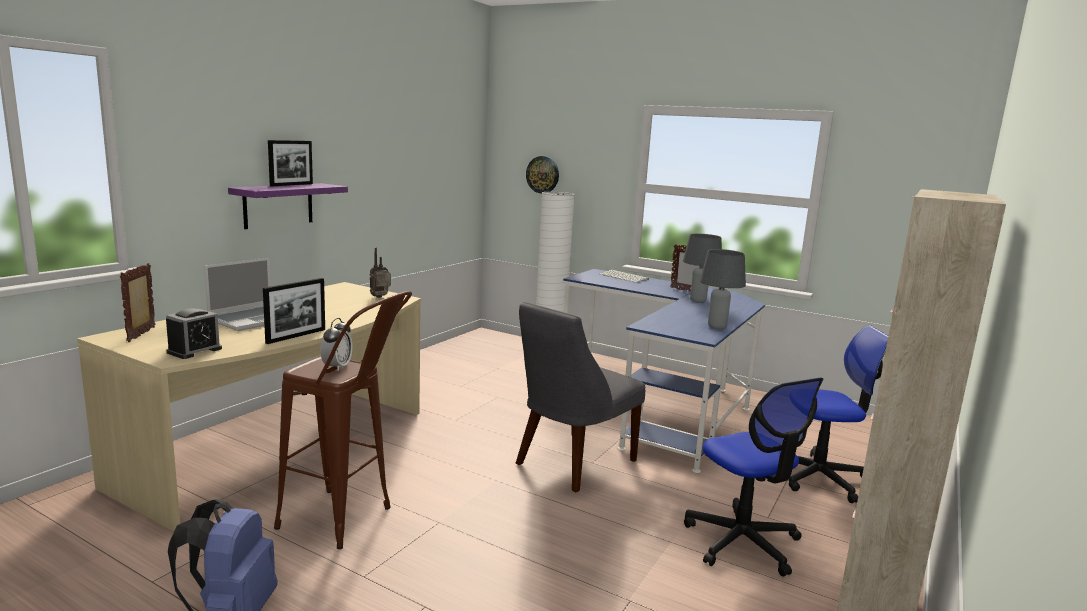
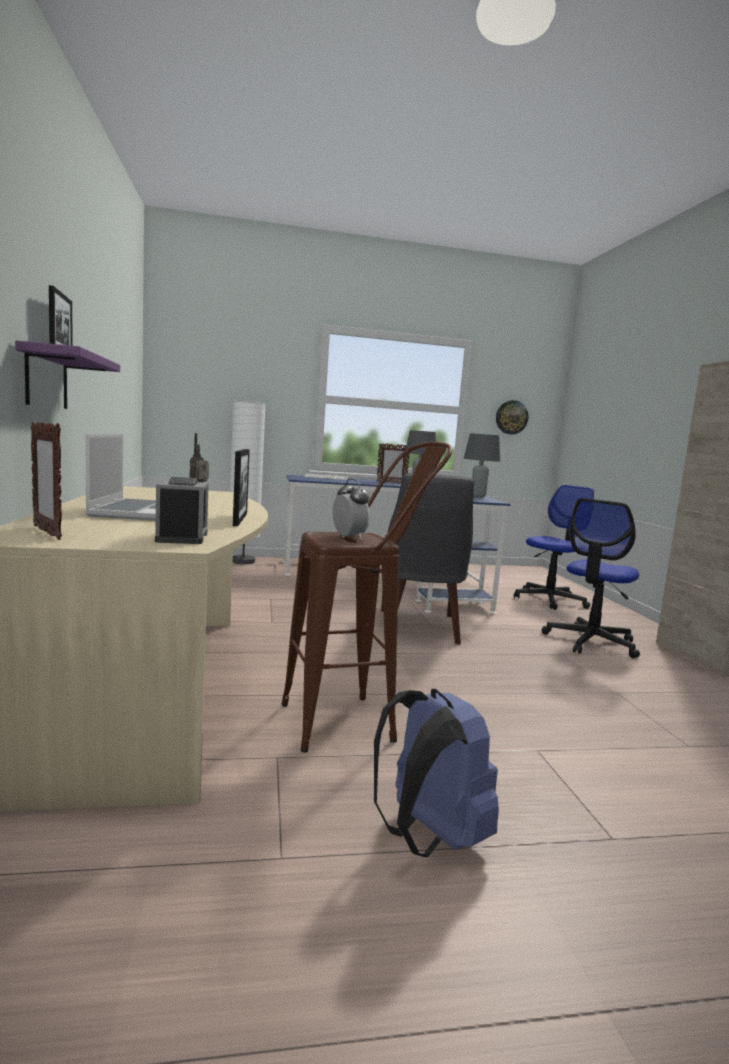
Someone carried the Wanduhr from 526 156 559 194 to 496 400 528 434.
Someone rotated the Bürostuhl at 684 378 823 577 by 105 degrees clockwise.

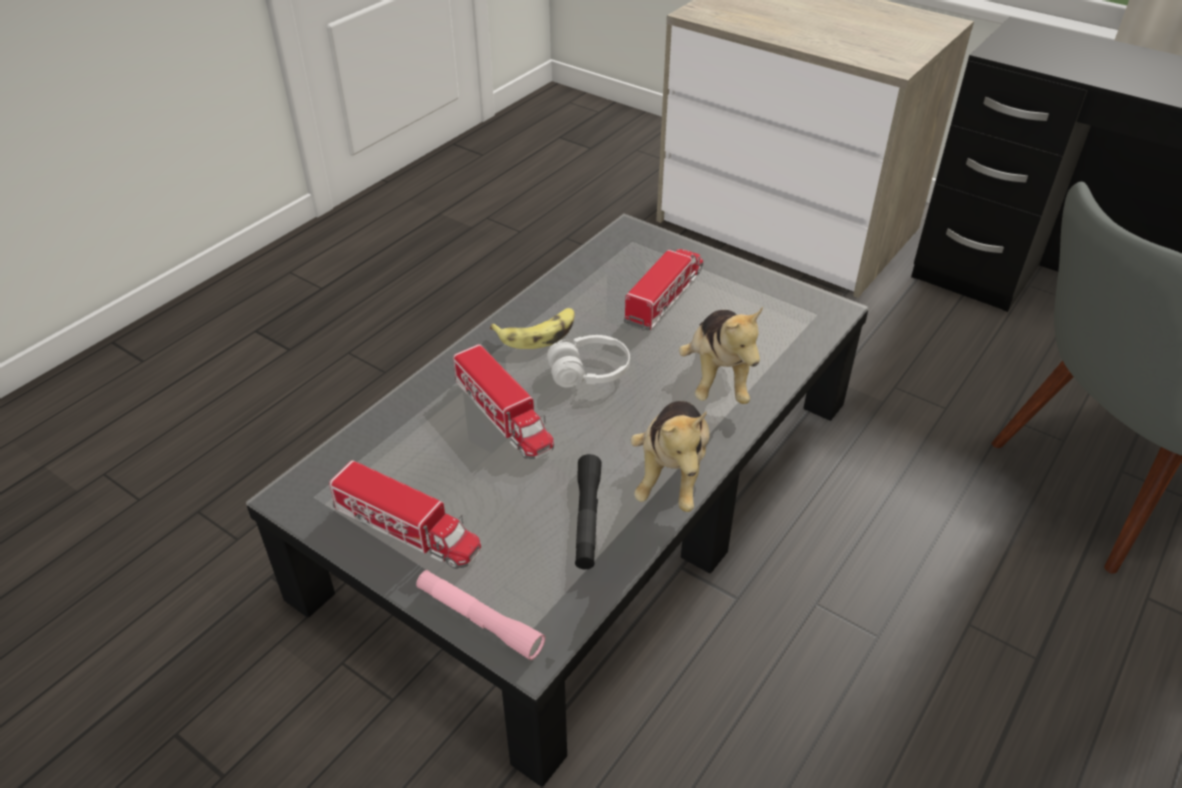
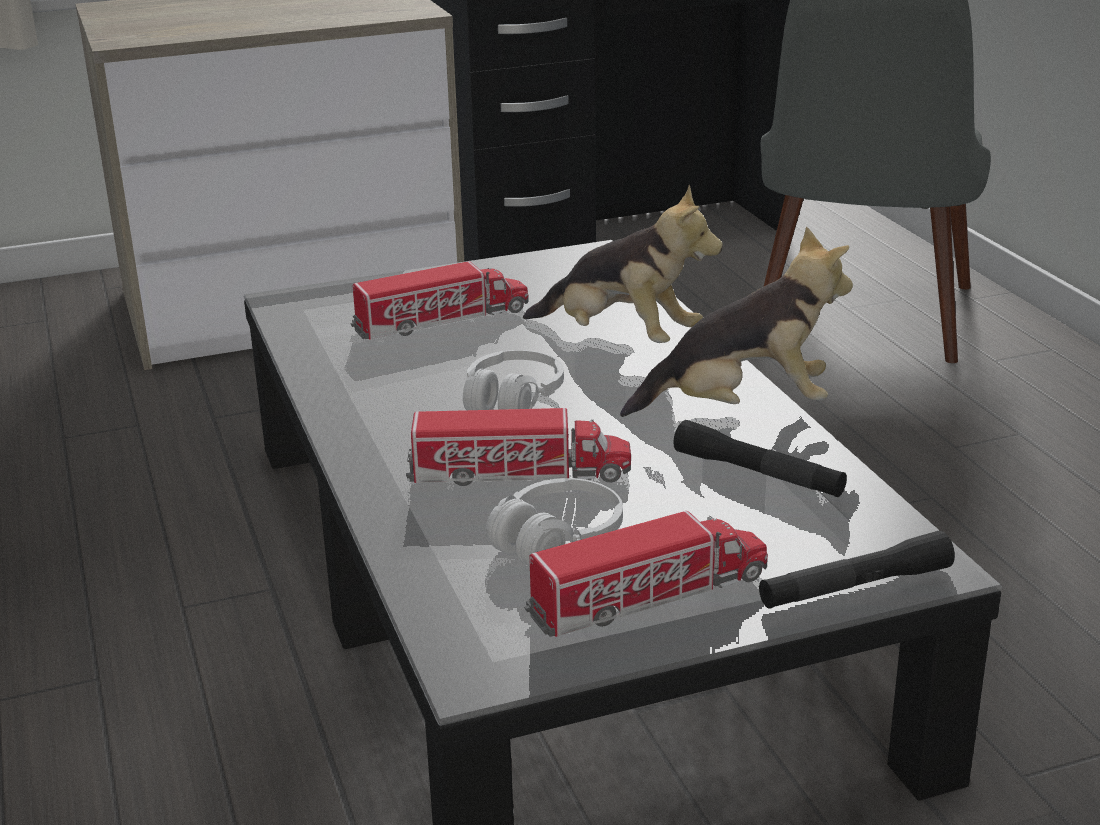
Someone rotated the Spielzeuglaster at 624 249 703 331 by 90 degrees clockwise.
Someone put down the Kopfhörer [weiß] at 486 478 623 567.
Someone rotated the Plüschtier at 631 401 710 512 by 45 degrees counterclockwise.
Someone repainted the Taschenlampe [rosa] at 416 570 545 660, which became the Taschenlampe [schwarz] at 759 531 955 609.
Someone took away the Banane at 490 308 575 349.

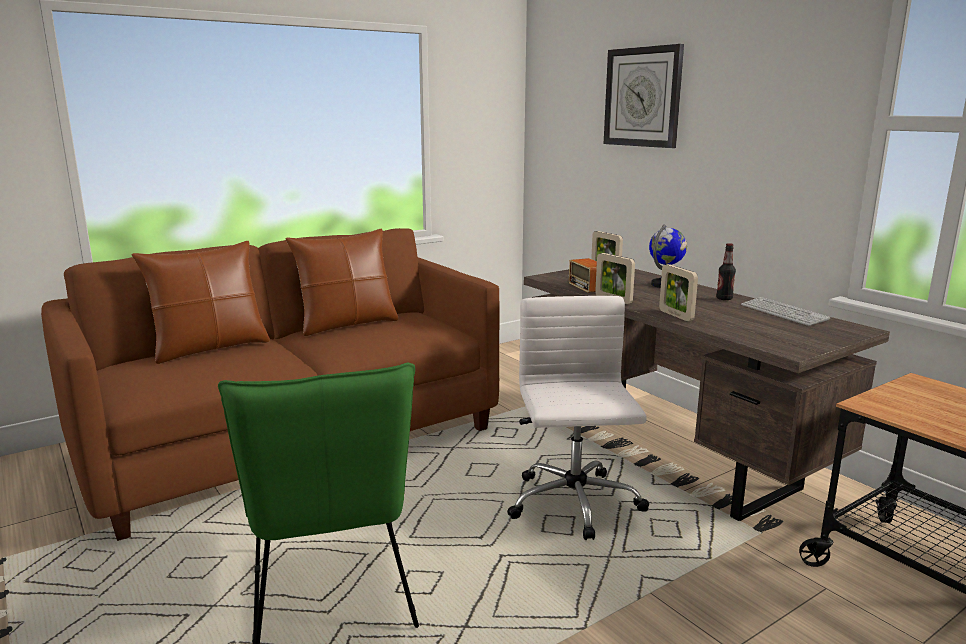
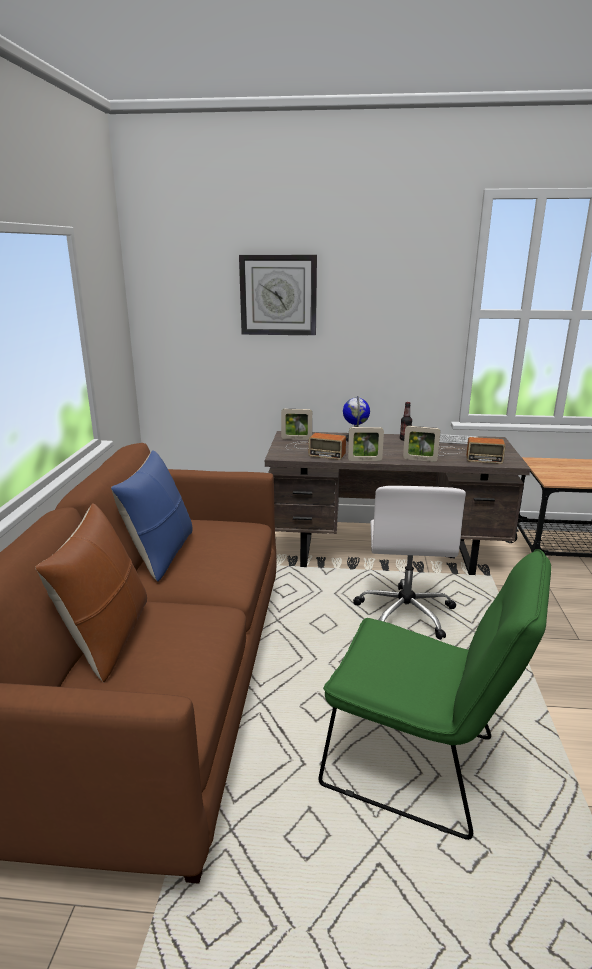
Someone repainted the Kissen [braun] at 285 229 399 336, which became the Kissen [blau] at 111 450 192 582.
Someone rotated the Bürostuhl [weiß] at 507 296 649 540 by 120 degrees counterclockwise.
Someone put down the Radio at 440 437 506 464.

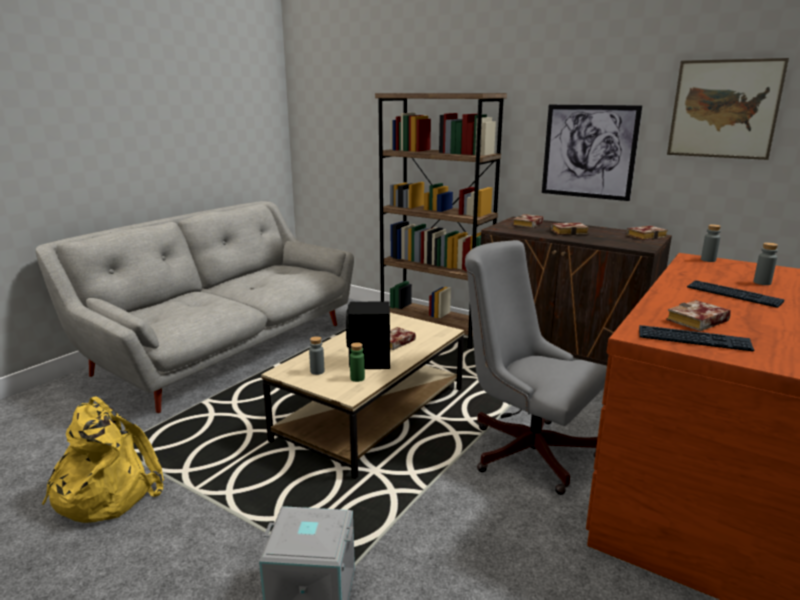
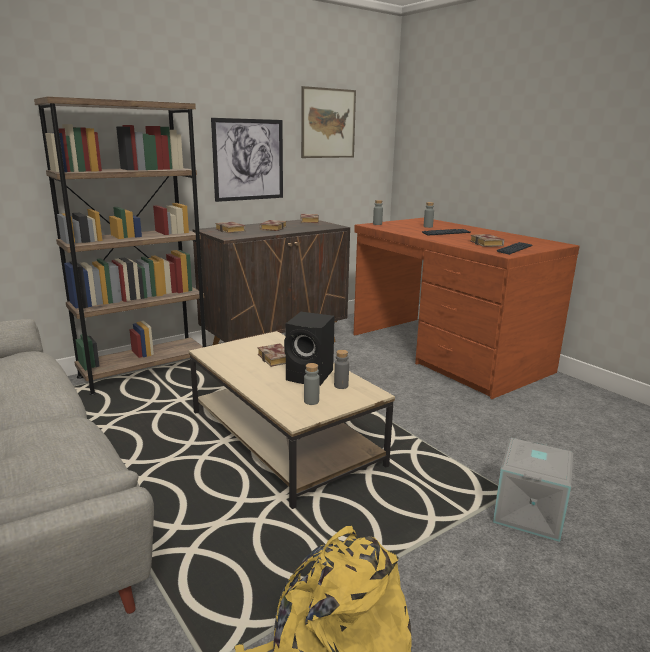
Someone repainted the Flasche [grün] at 350 342 365 382, which became the Flasche [grau] at 334 350 349 389.
Someone took away the Bürostuhl [grau] at 465 240 607 495.

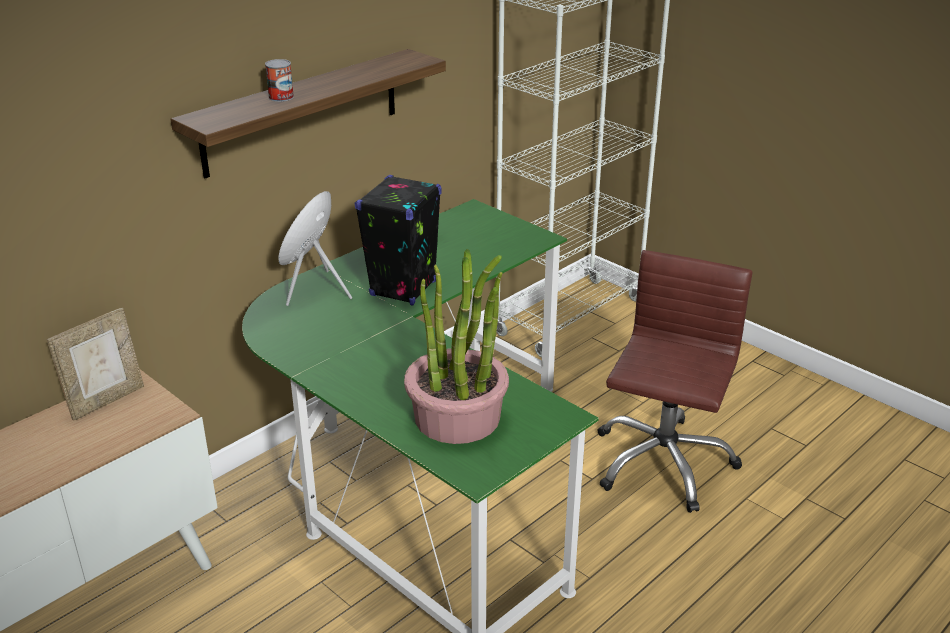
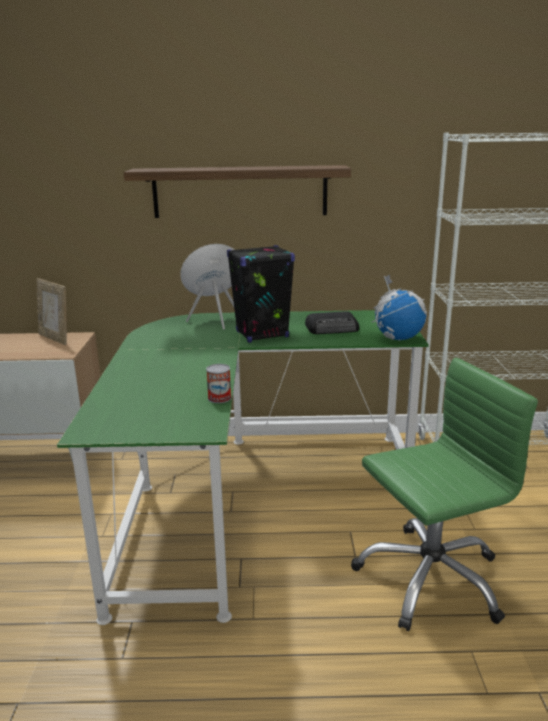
Someone rotated the Bilderrahmen at 47 308 144 421 by 45 degrees clockwise.
Someone carried the Dose from 265 59 294 102 to 206 364 231 403.
Someone put down the Radio at 305 311 359 334.
Someone repainted the Bürostuhl [braun] at 598 250 752 513, which became the Bürostuhl [grün] at 351 357 538 631.
Someone put down the Globus at 372 275 427 341.
Someone took away the Topfpflanze at 404 249 509 444.

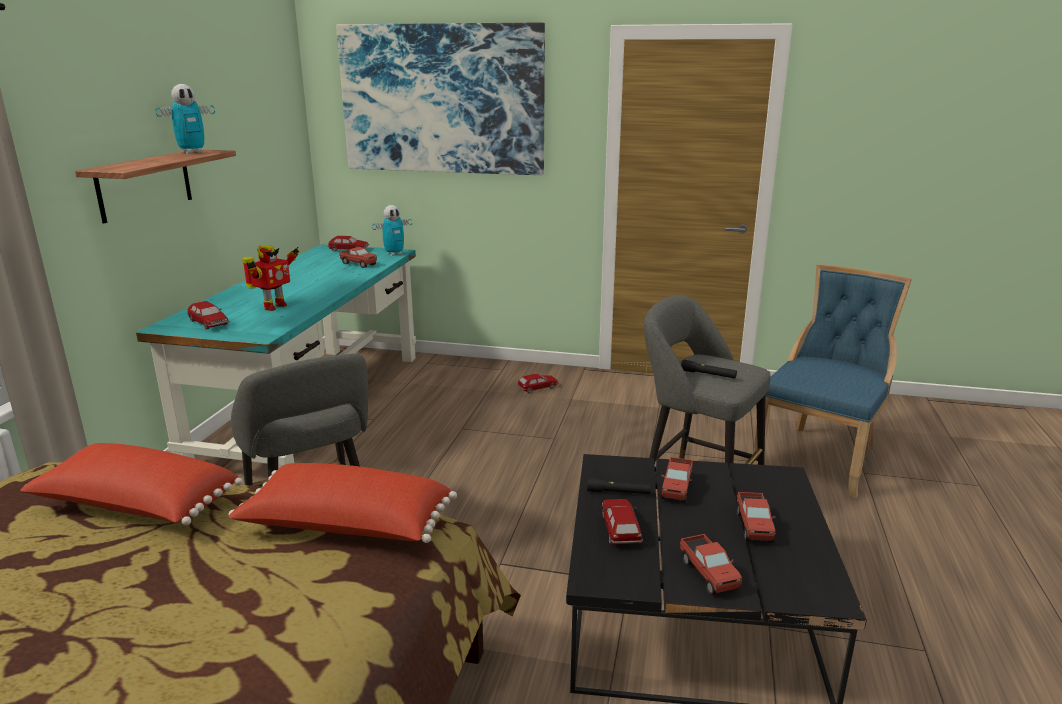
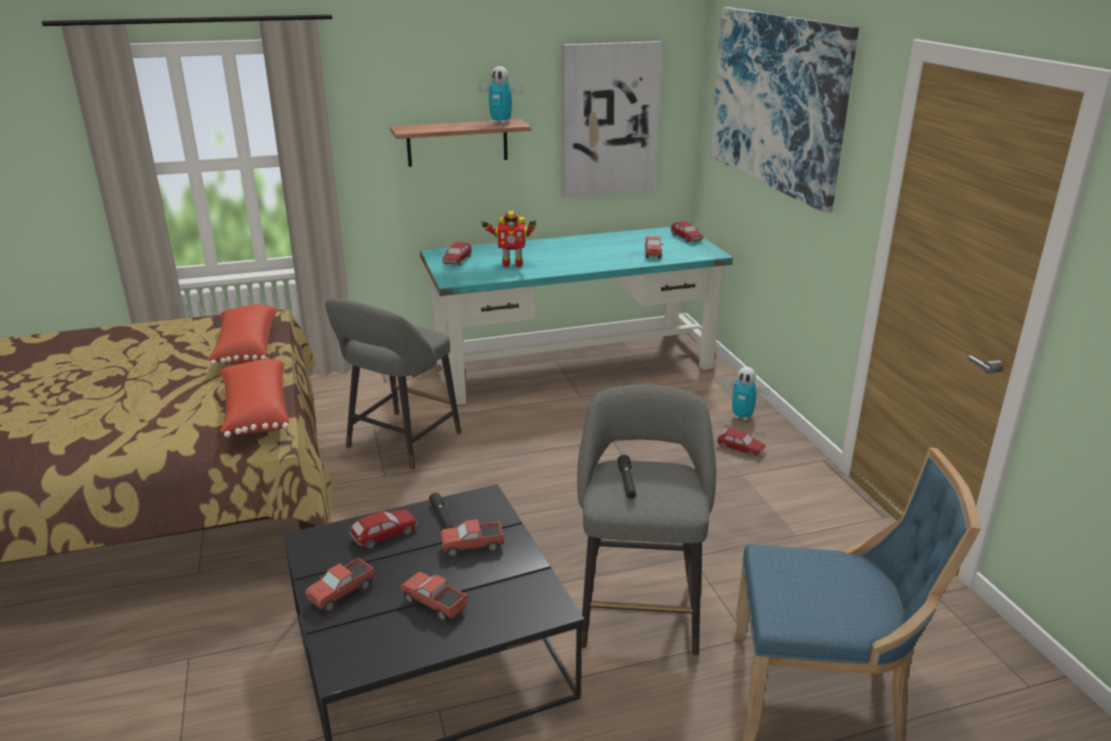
Someone rotated the Spielzeuglaster at 737 492 776 543 by 60 degrees clockwise.
Someone put up the Bild at 562 41 662 198.
Someone carried the Spielzeugroboter from 372 205 412 256 to 722 367 770 420.

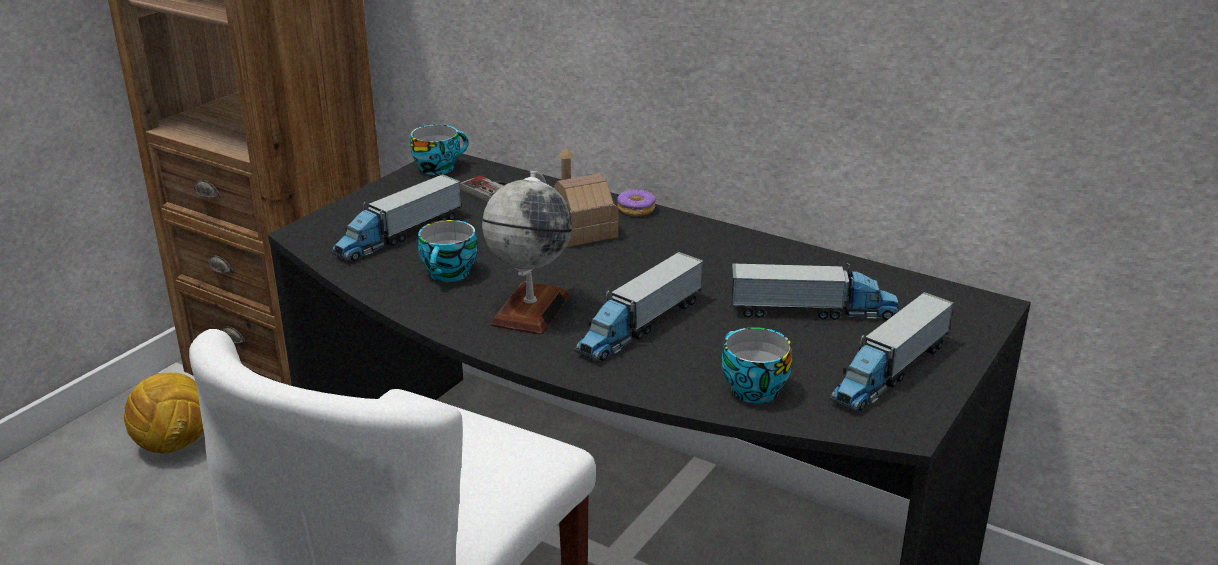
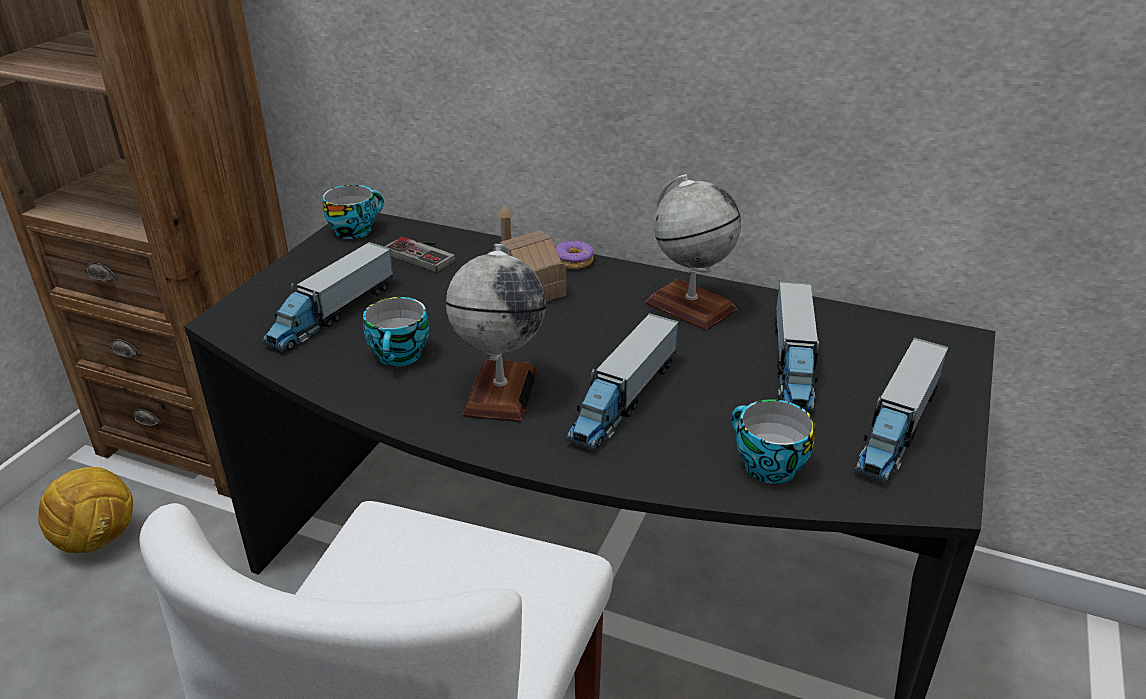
Someone put down the Globus at 645 174 741 331.
Someone rotated the Spielzeuglaster at 731 263 899 320 by 105 degrees clockwise.

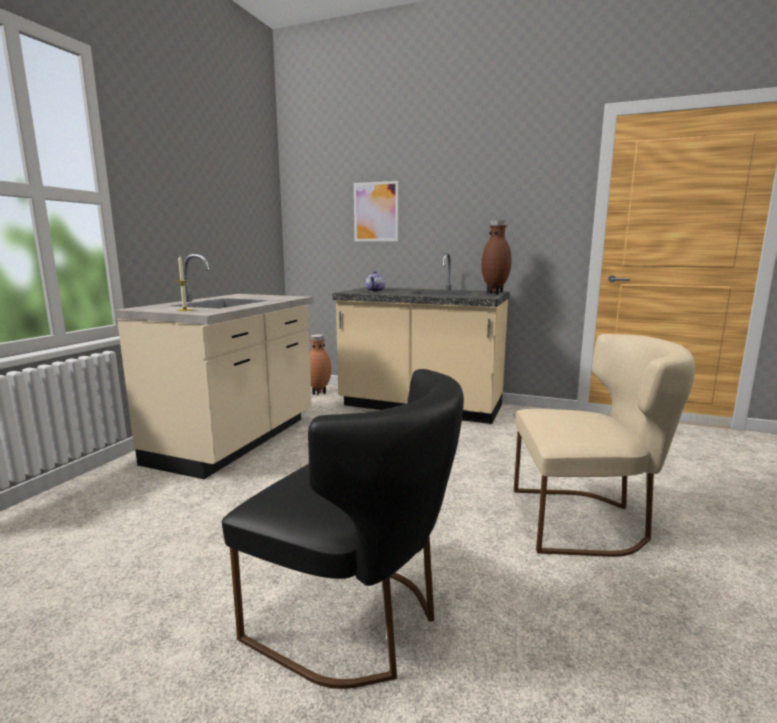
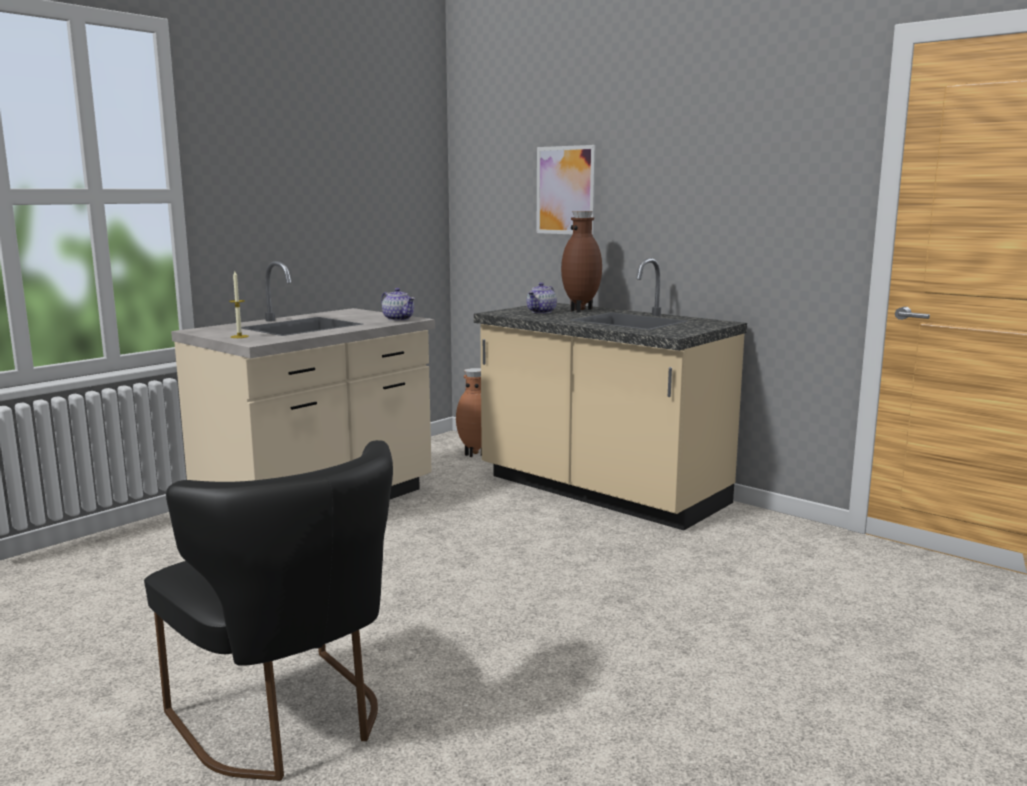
Someone put down the Teekanne at 381 288 415 321.
Someone carried the Vase [braun] from 481 220 512 294 to 561 211 602 312.
Someone took away the Stuhl [beige] at 514 334 695 557.

